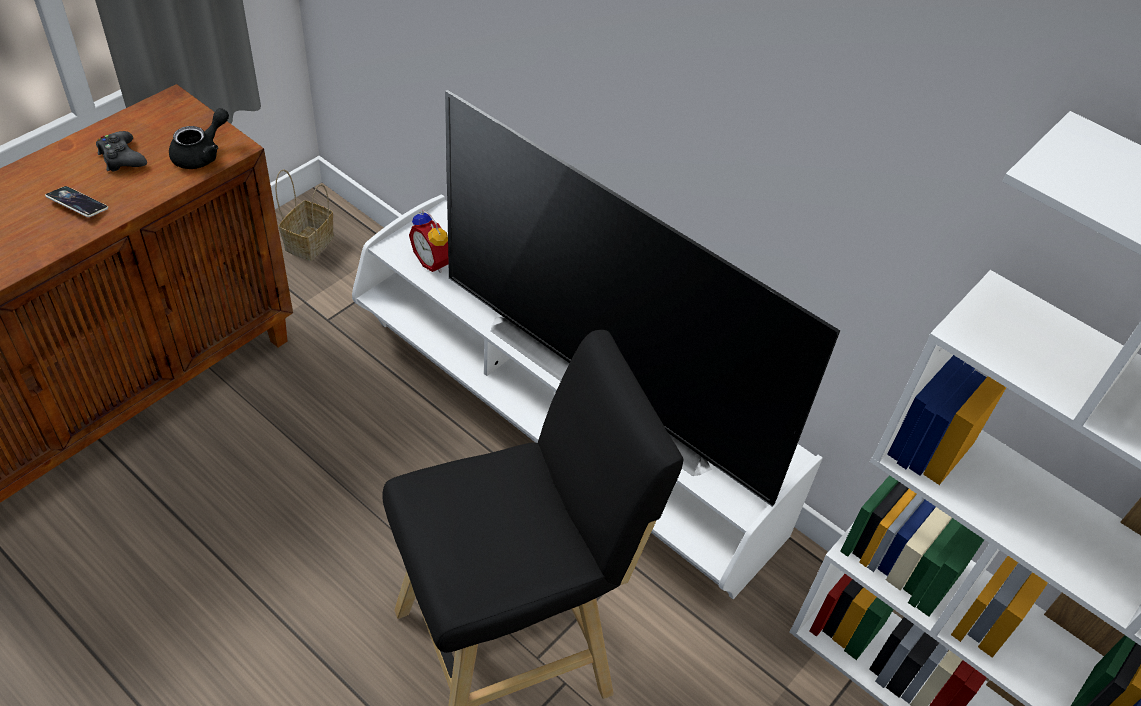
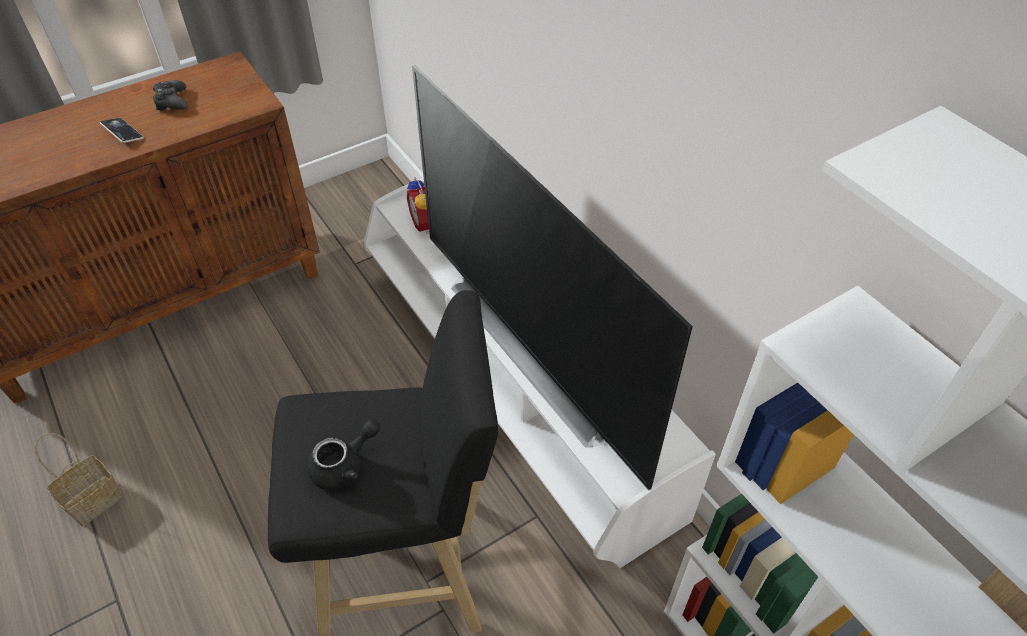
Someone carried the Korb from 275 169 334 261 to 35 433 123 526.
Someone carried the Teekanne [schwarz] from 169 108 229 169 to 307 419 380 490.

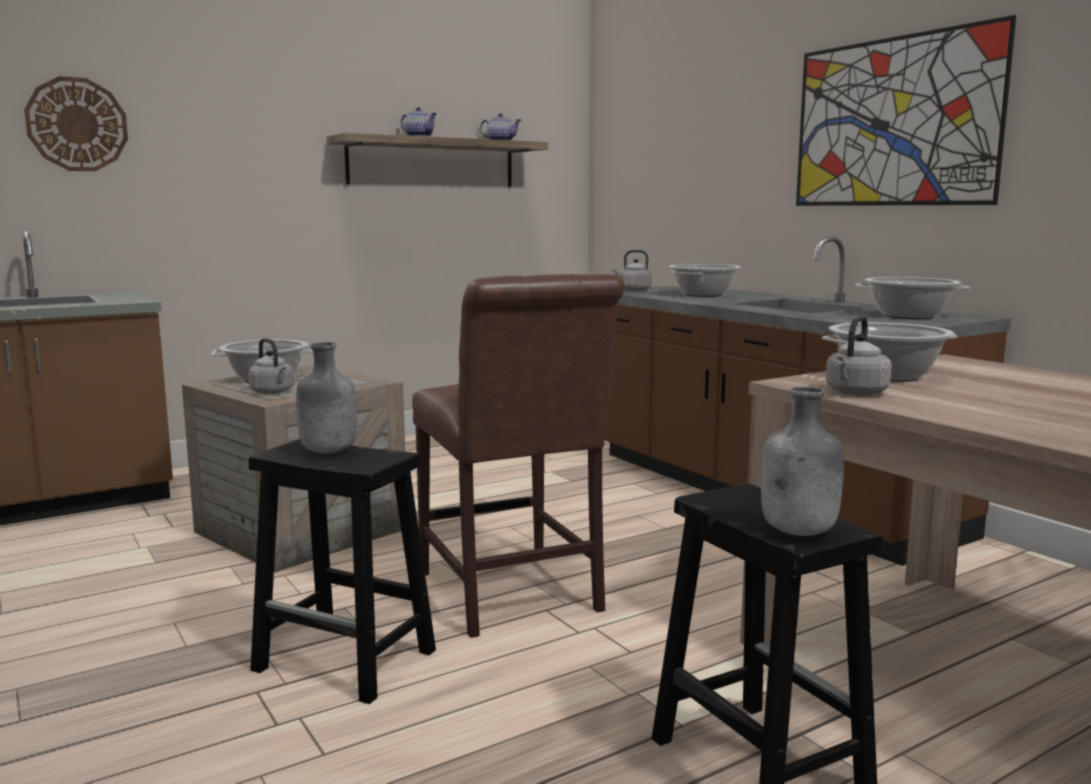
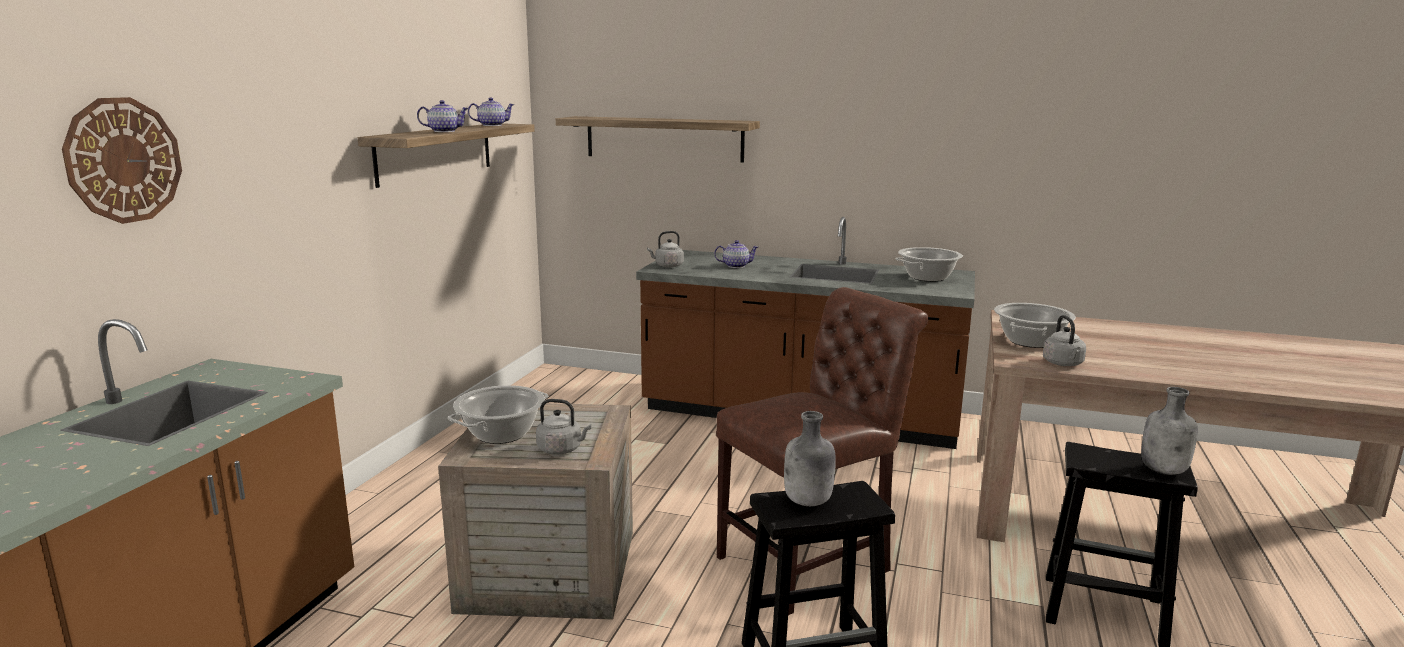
Someone put up the Wandregal at 556 116 760 163.
Someone swapped the Kochtopf at 668 264 741 297 for the Teekanne at 714 240 758 268.
Someone rotated the Stuhl [braun] at 412 274 624 638 by 60 degrees counterclockwise.
Someone took away the Bild at 796 15 1016 206.

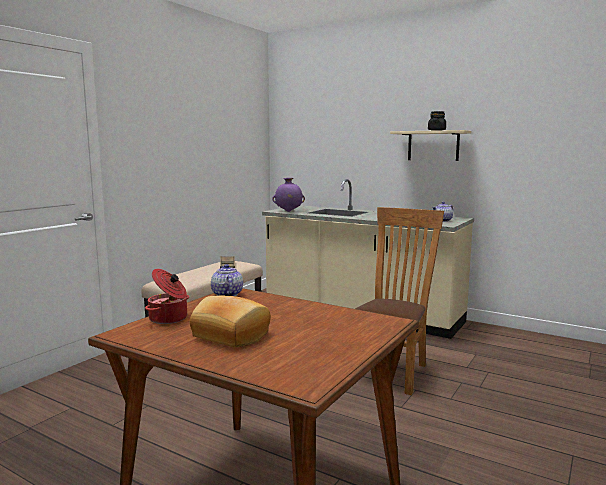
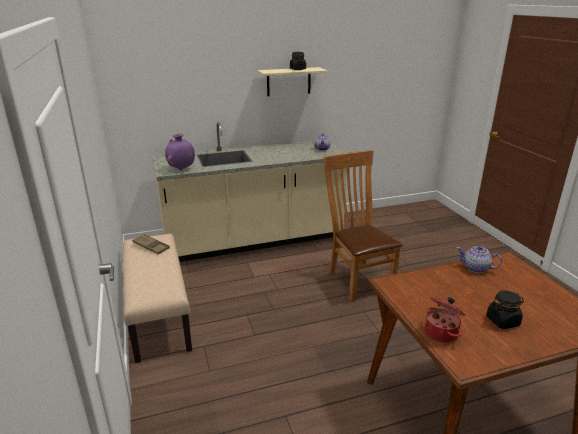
Someone carried the Teekanne from 211 264 243 296 to 456 246 502 273.
Someone swapped the Brot at 190 296 271 347 for the Vorratsglas [schwarz] at 486 290 524 329.

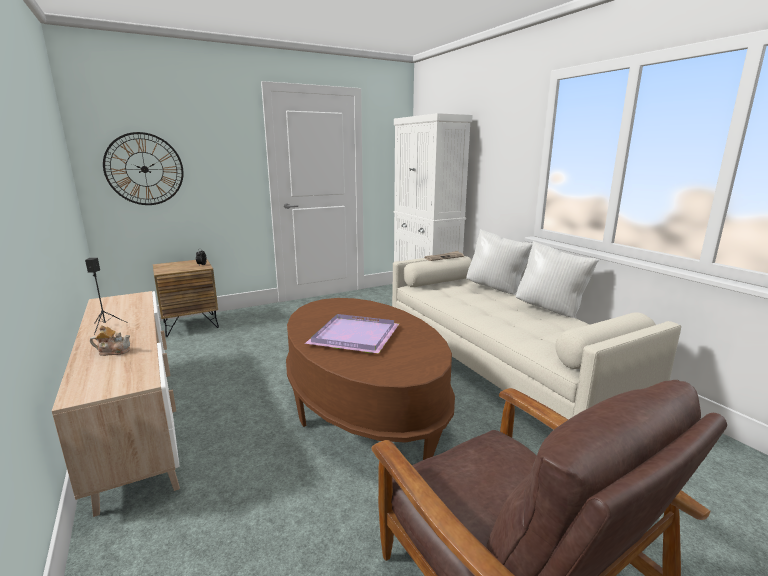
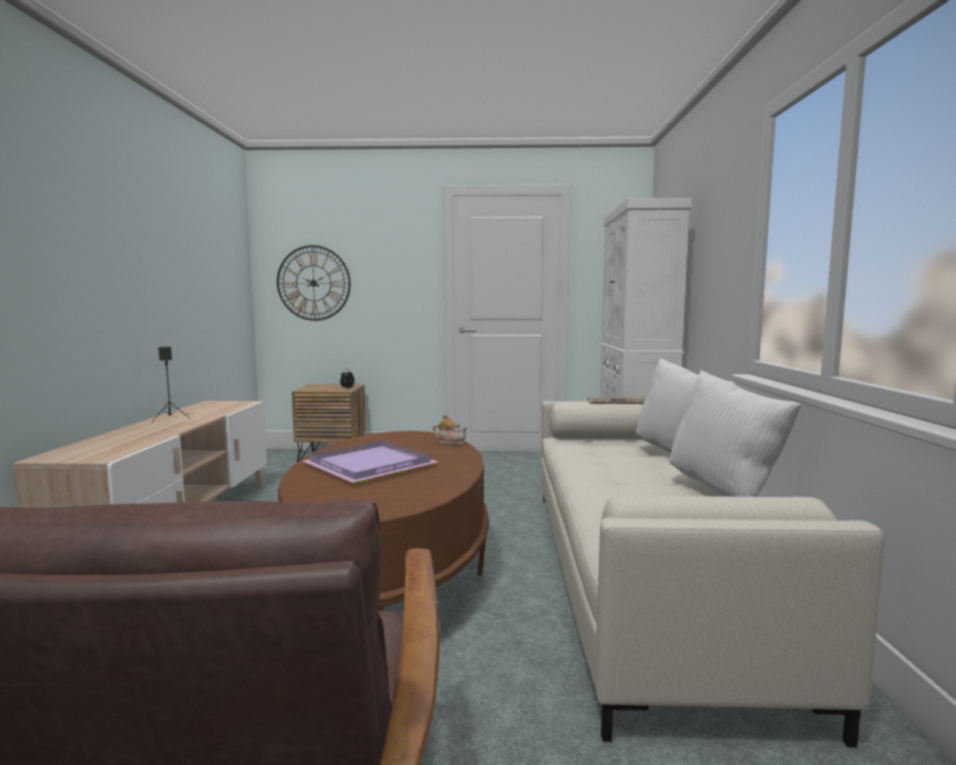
Someone carried the Teekanne from 90 325 130 356 to 433 414 467 445.

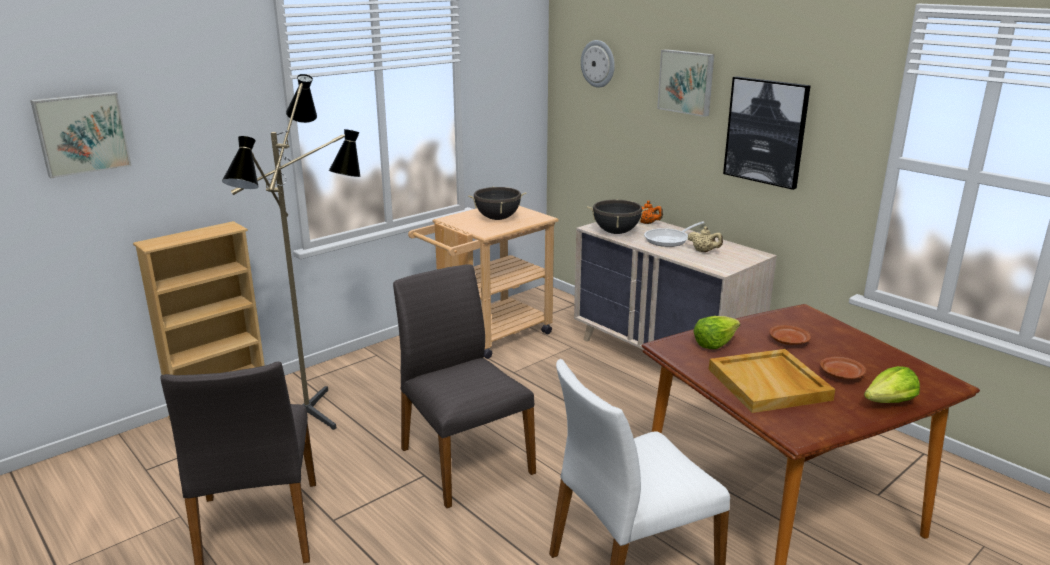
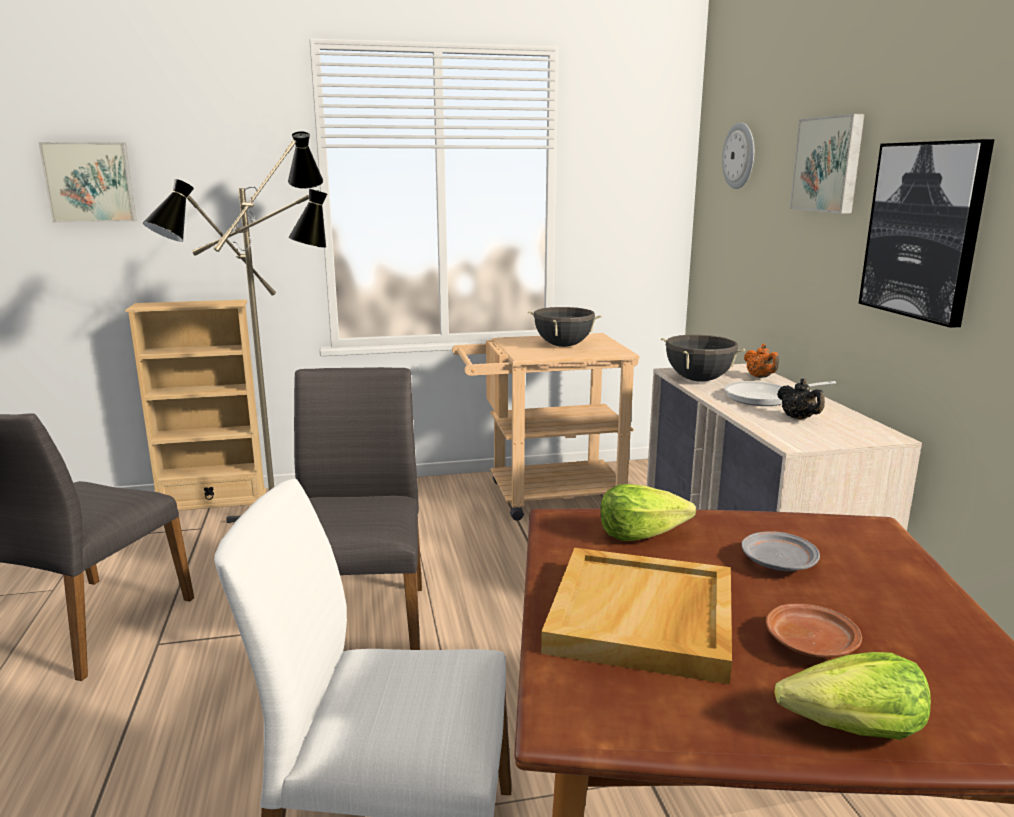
Someone repainted the Teller [braun] at 769 325 811 345, which became the Teller [grau] at 741 531 820 571.
Someone repainted the Teekanne [beige] at 688 227 723 252, which became the Teekanne [schwarz] at 777 379 825 419.

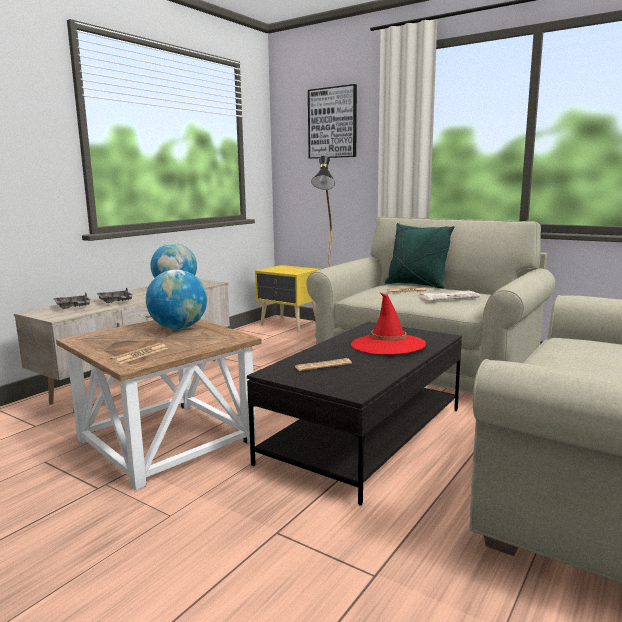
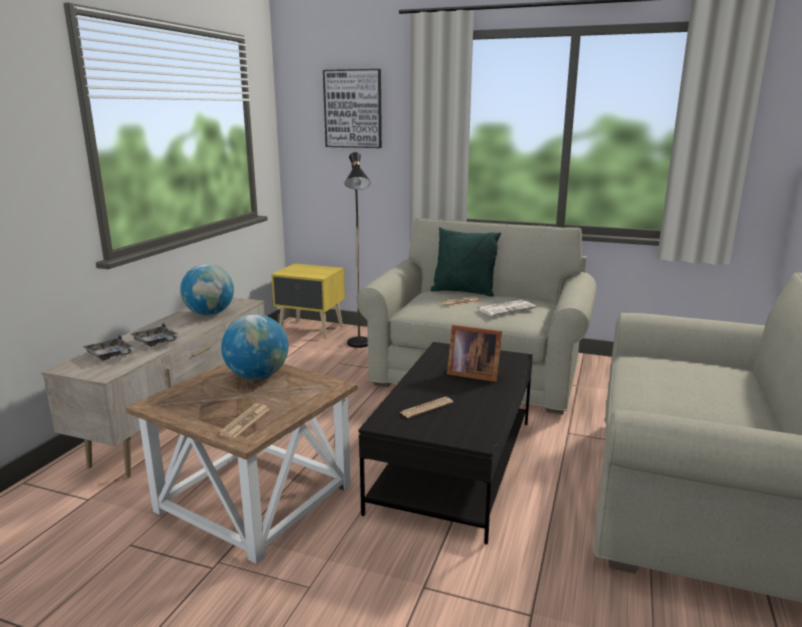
Someone swapped the Hut [rot] at 351 293 426 355 for the Bilderrahmen at 447 325 502 382.

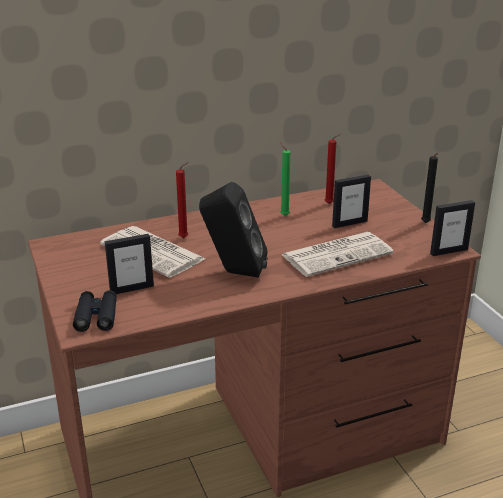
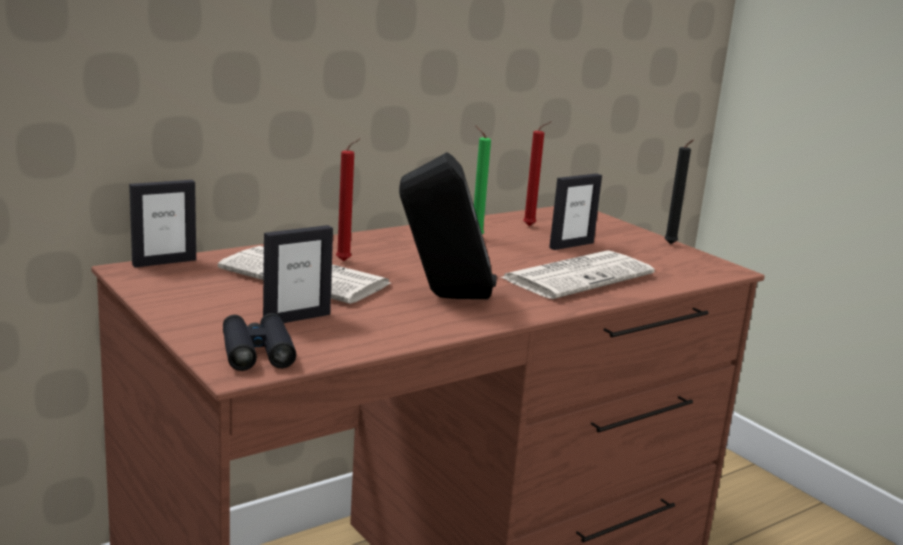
Someone carried the Bilderrahmen from 430 200 475 256 to 129 180 196 267.

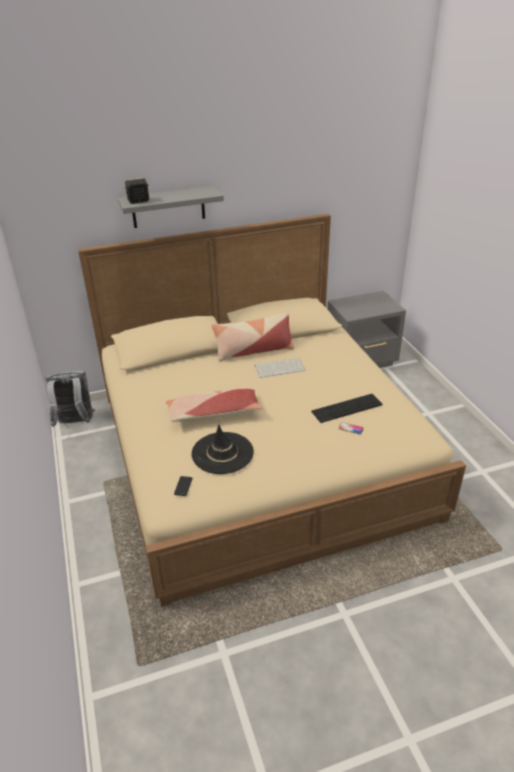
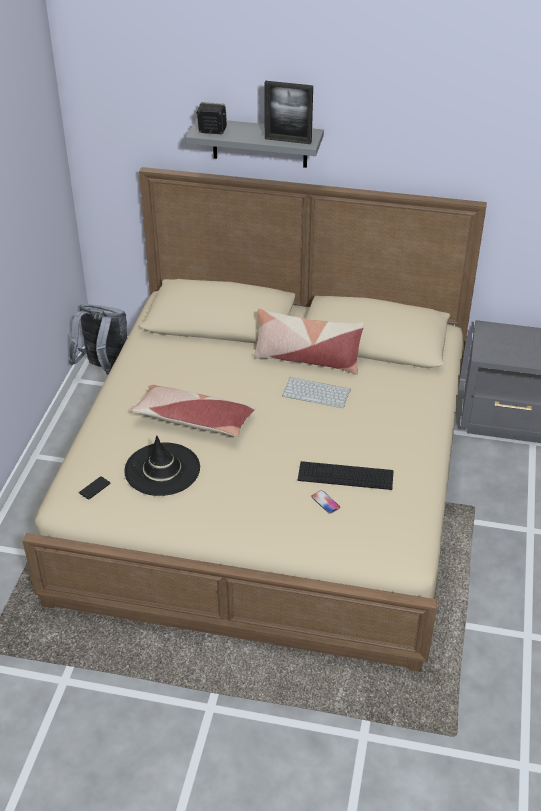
Someone put down the Bilderrahmen at 264 81 313 144.

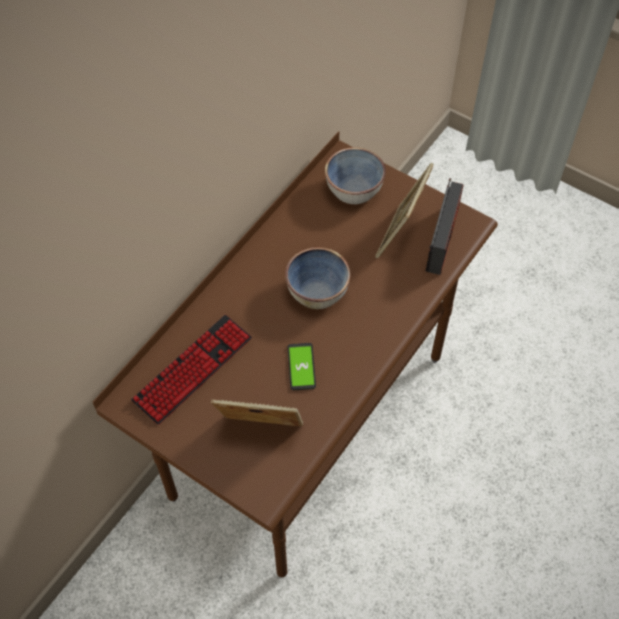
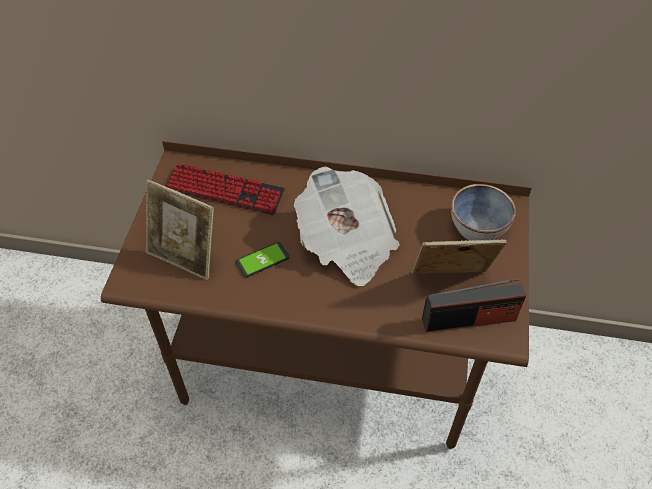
Someone rotated the Bilderrahmen at 211 399 303 426 by 135 degrees clockwise.
Someone swapped the Schüssel at 285 247 351 309 for the Zeitung at 294 166 400 286.

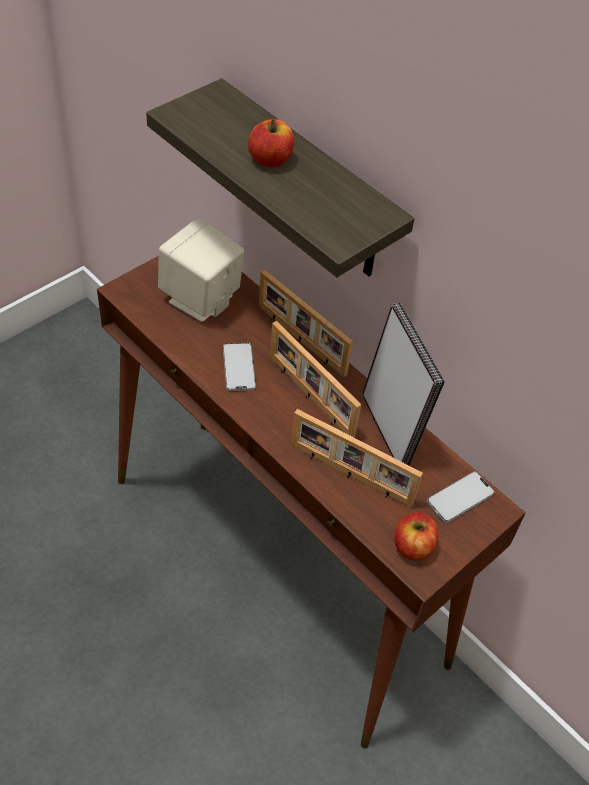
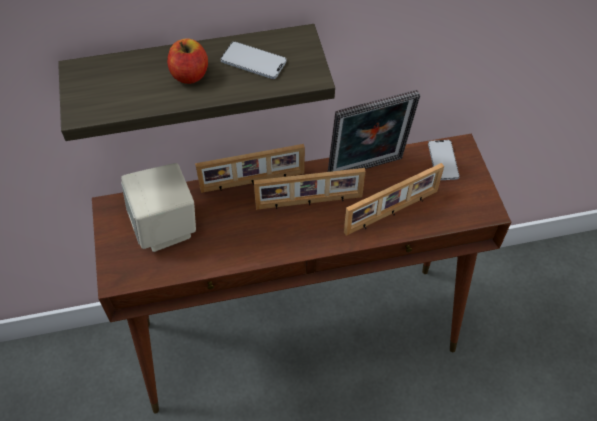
Someone carried the Handy from 223 343 256 391 to 221 41 287 79.
Someone rotated the Bilderrahmen at 362 303 445 465 by 150 degrees clockwise.
Someone took away the Apfel at 394 512 438 561.

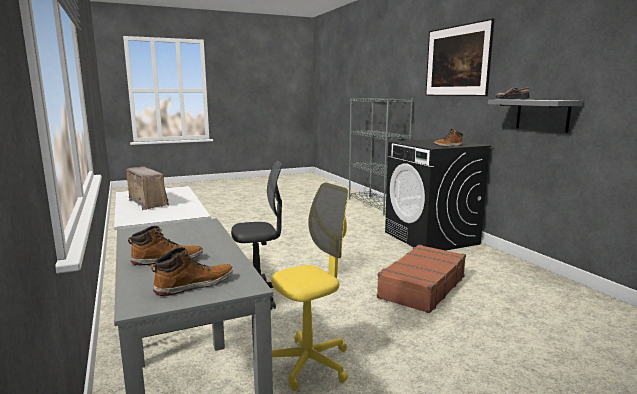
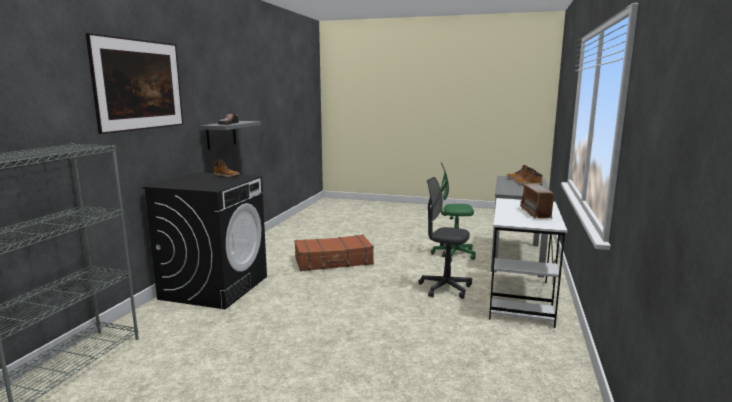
Someone repainted the Bürostuhl [gelb] at 271 182 348 391, which became the Bürostuhl [grün] at 431 162 476 262.

